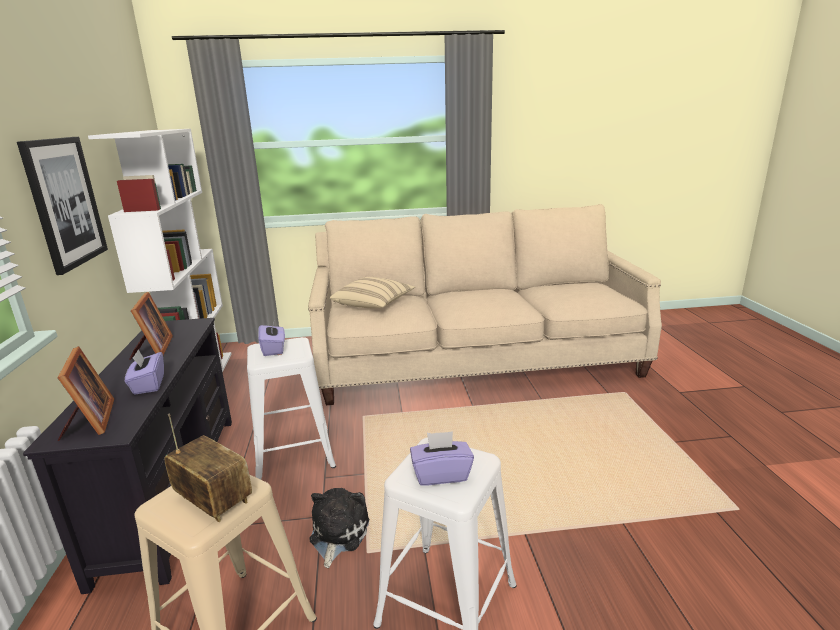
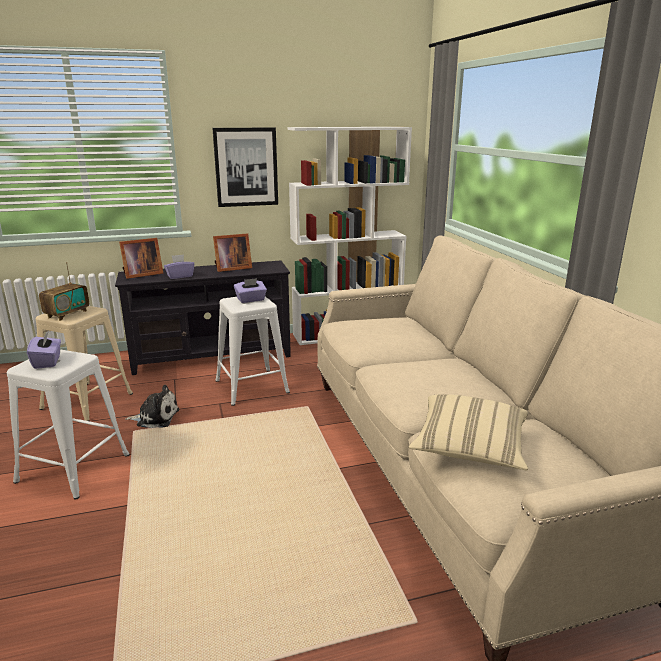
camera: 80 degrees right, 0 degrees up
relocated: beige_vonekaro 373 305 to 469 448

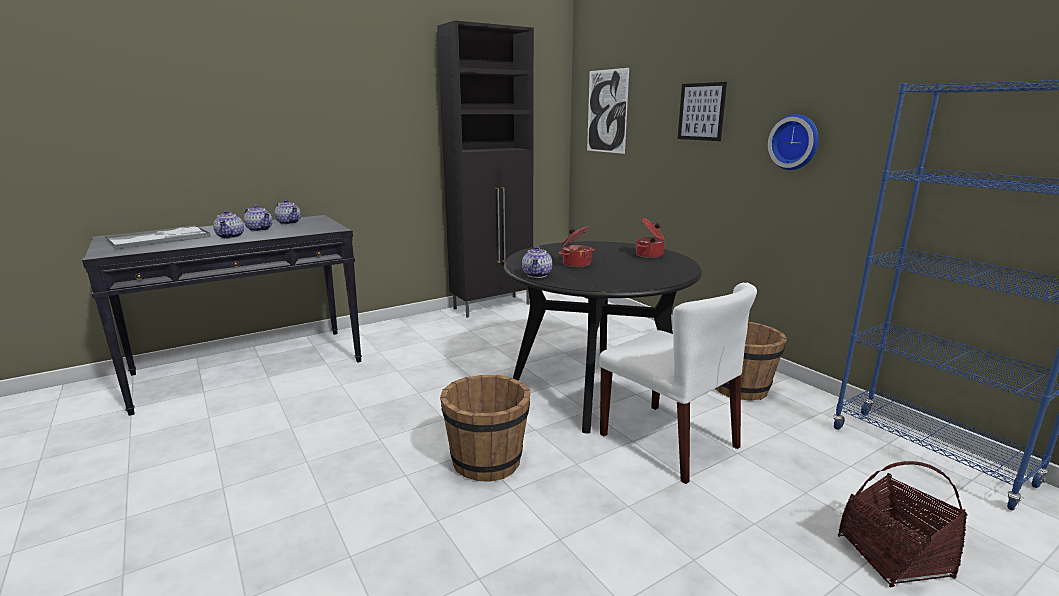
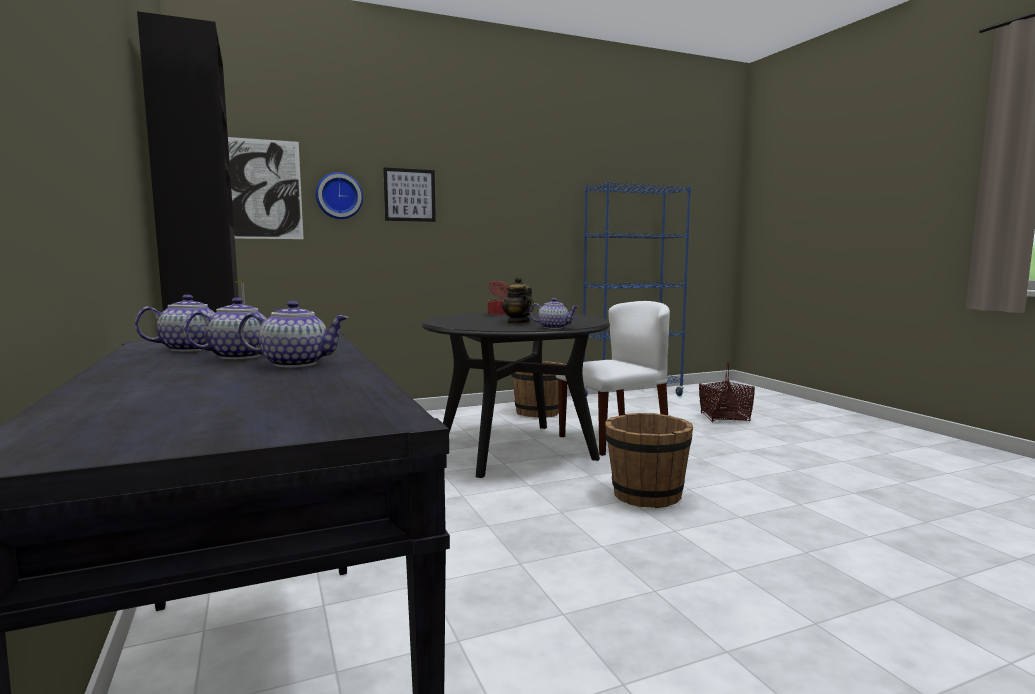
camera: 80 degrees left, 10 degrees down
missing: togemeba 160 238
relocated: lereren 795 142 to 339 196
exchanged: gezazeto 576 263 to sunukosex 518 322

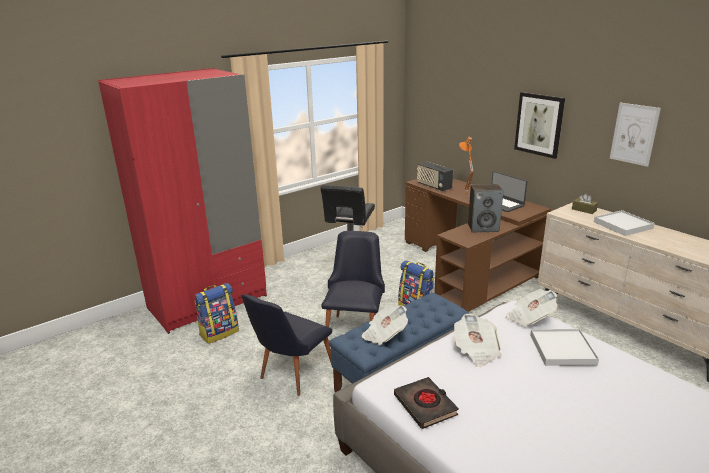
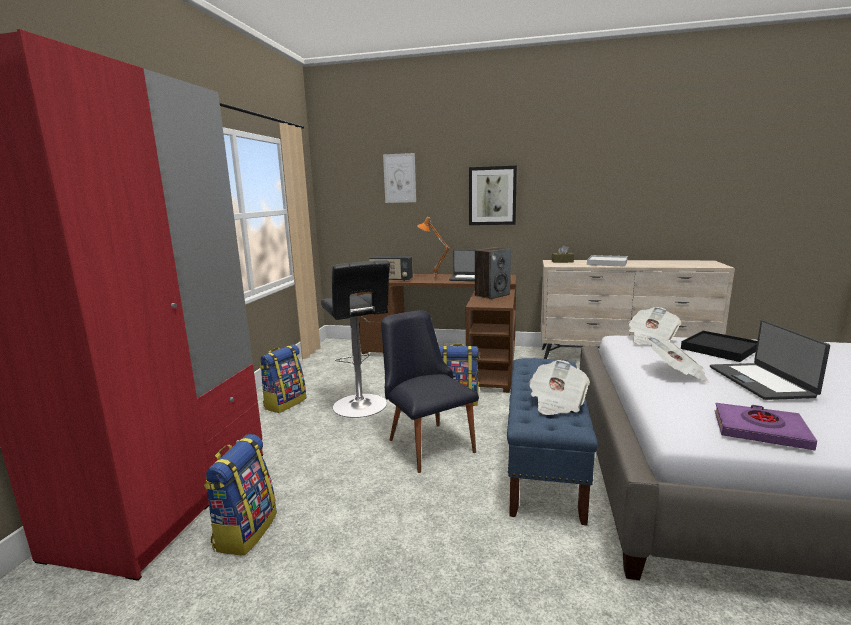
camera: 40 degrees left, 10 degrees down
missing: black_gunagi 291 375
appeared: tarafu 761 381; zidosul 285 403
relocated: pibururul 634 134 to 399 178
colour: white_togemeba 562 350 to black_togemeba 719 349; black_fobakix 425 405 to purple_fobakix 760 431

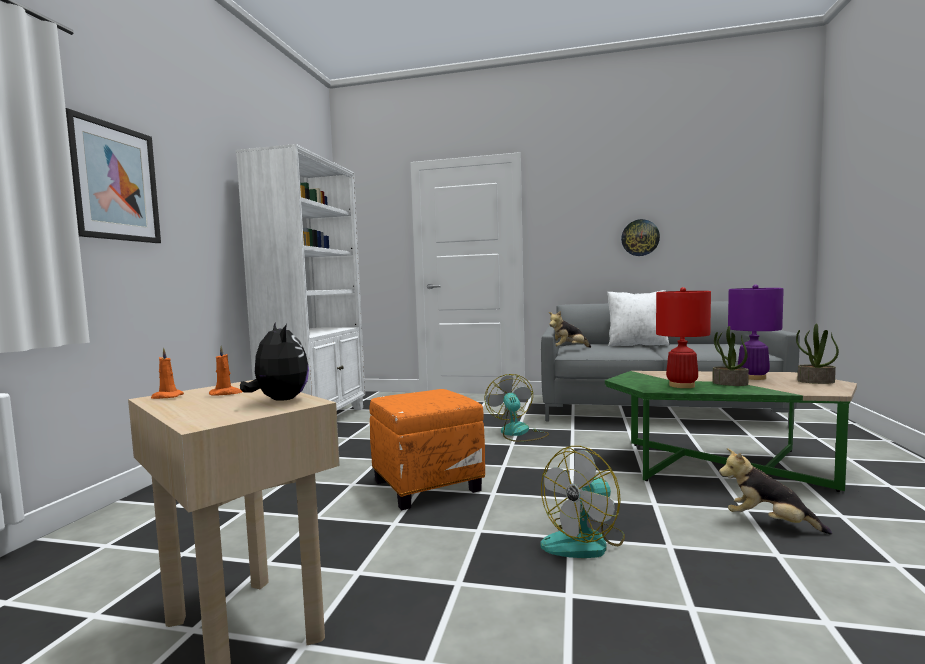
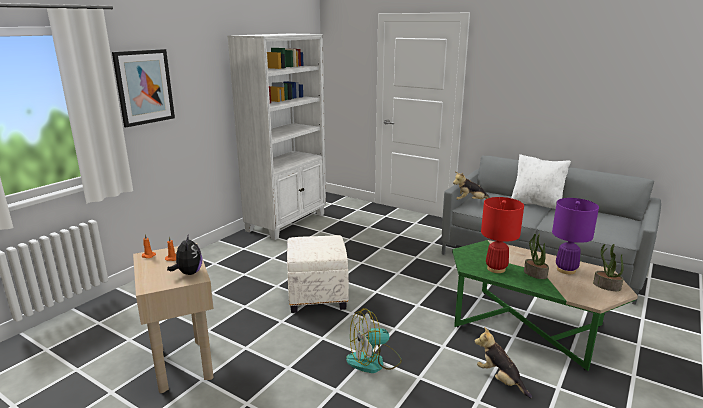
camera: 20 degrees right, 15 degrees up
missing: lereren 640 237; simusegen 518 433
colour: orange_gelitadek 427 485 to white_gelitadek 318 297

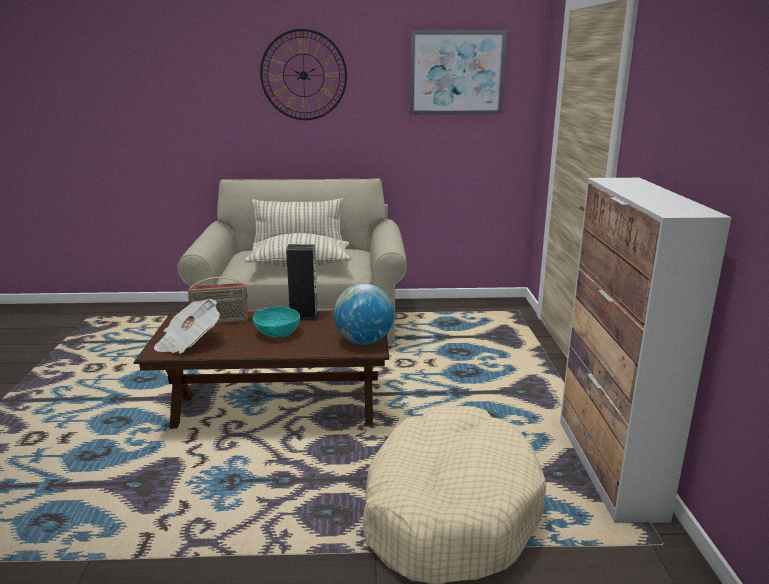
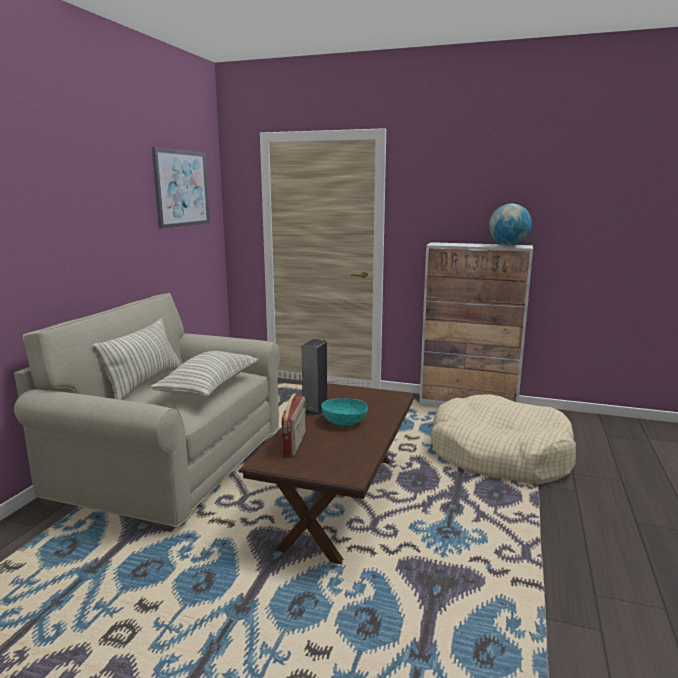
camera: 70 degrees left, 5 degrees down
missing: lereren 303 75; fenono 188 342
relocated: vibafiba 364 341 to 508 246

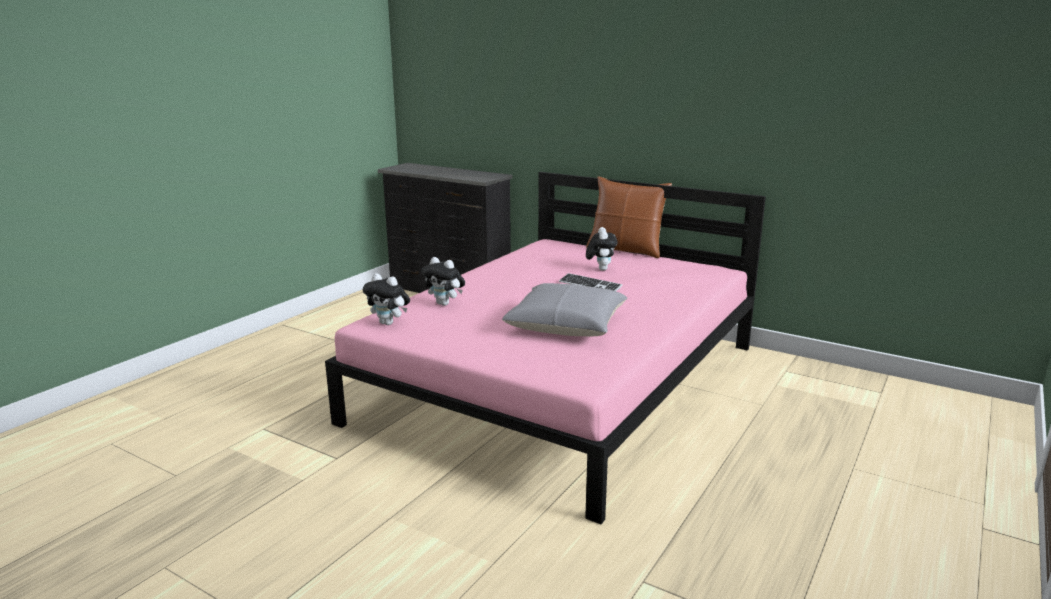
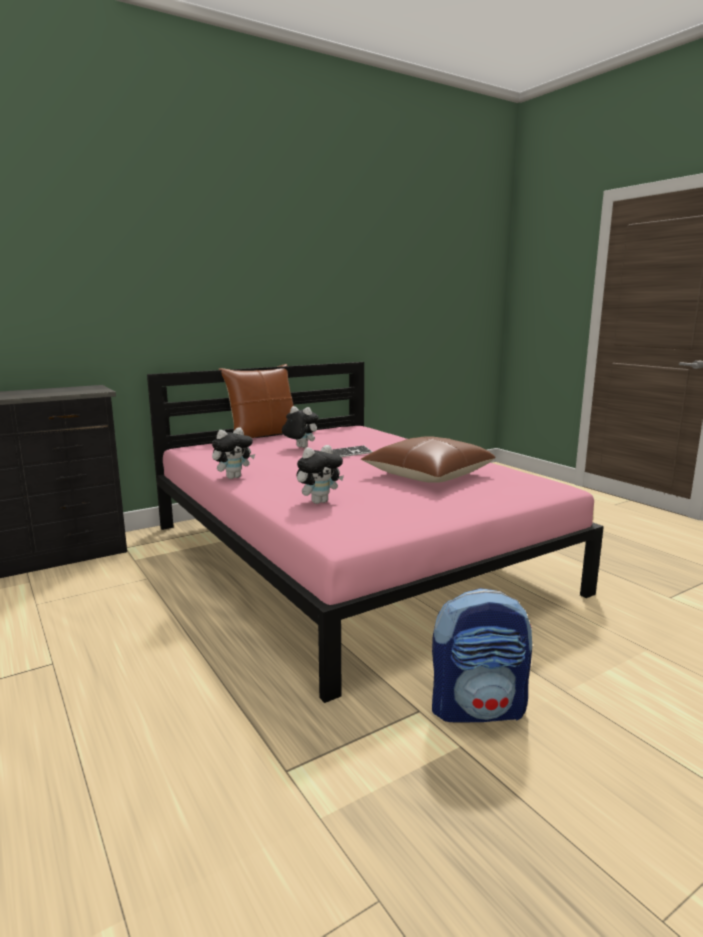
camera: 65 degrees left, 5 degrees down
appeared: zidosul 478 708
relocated: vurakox 389 323 to 233 477
colour: grey_vonekaro 566 325 to brown_vonekaro 428 475

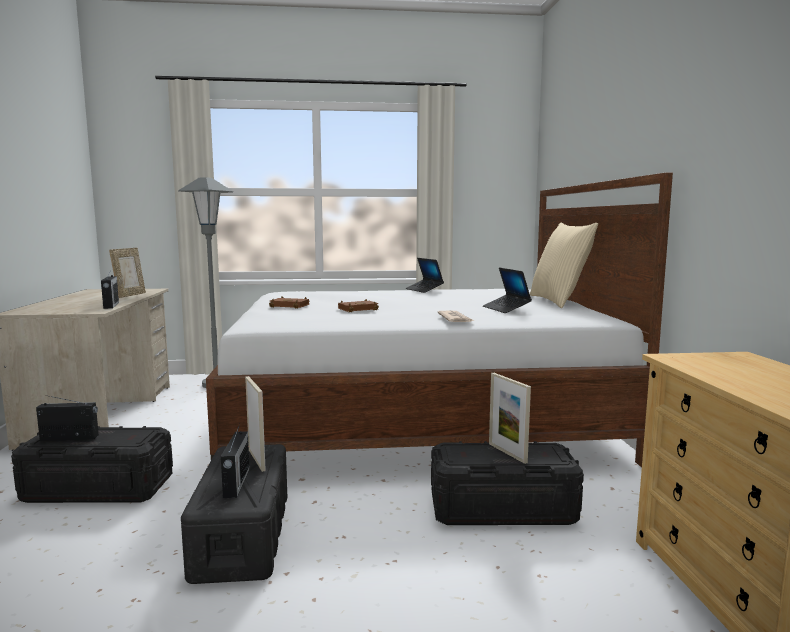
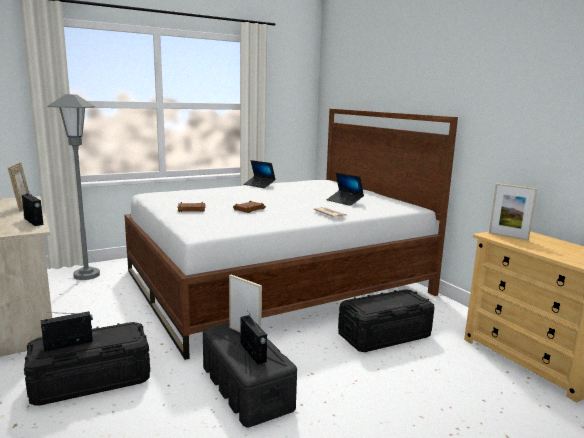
camera: 25 degrees left, 5 degrees up
missing: beige_vonekaro 559 301
relocated: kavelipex 507 453 to 508 236

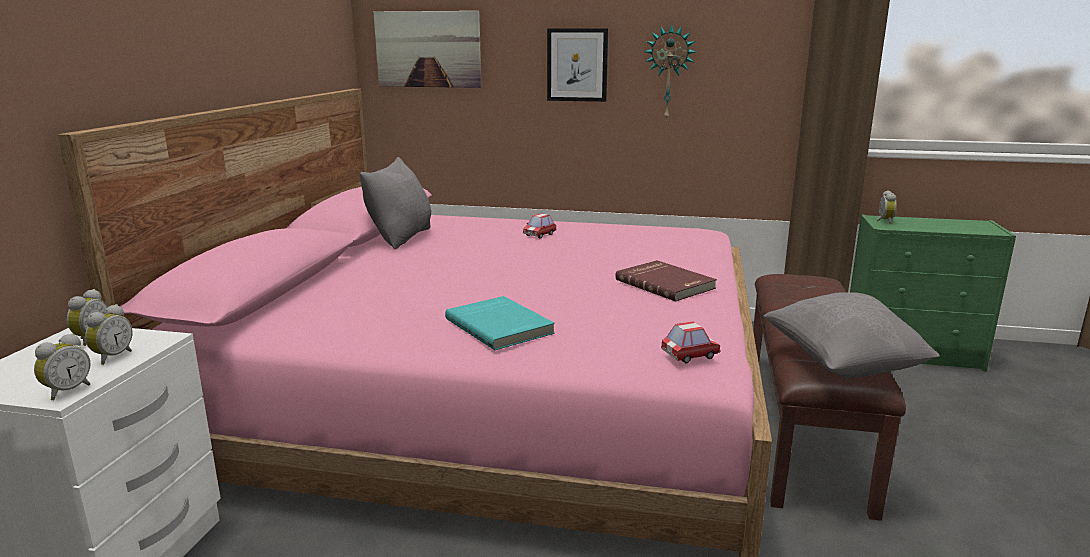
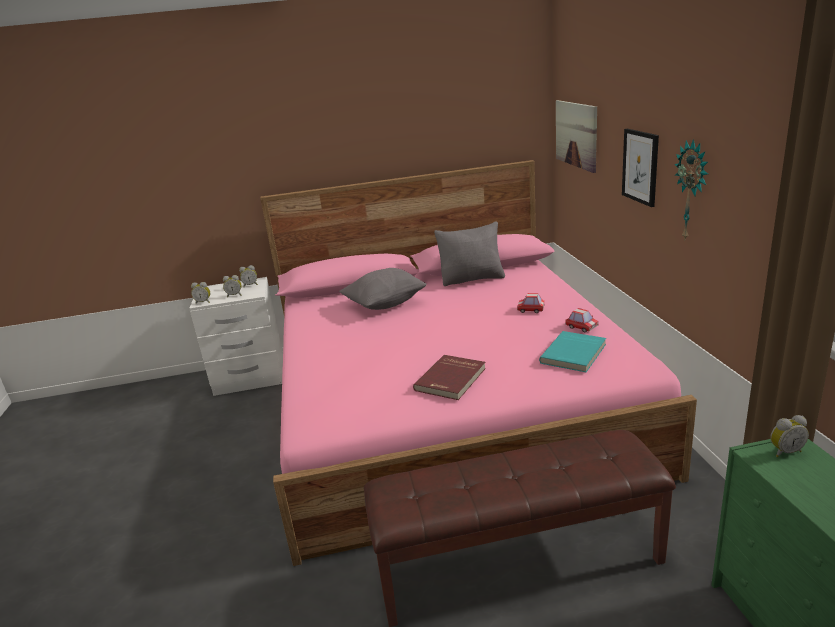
camera: 70 degrees right, 5 degrees up
relocated: grey_vonekaro 842 364 to 385 304; turquoise_fobakix 500 326 to 574 354; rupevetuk 690 355 to 581 327

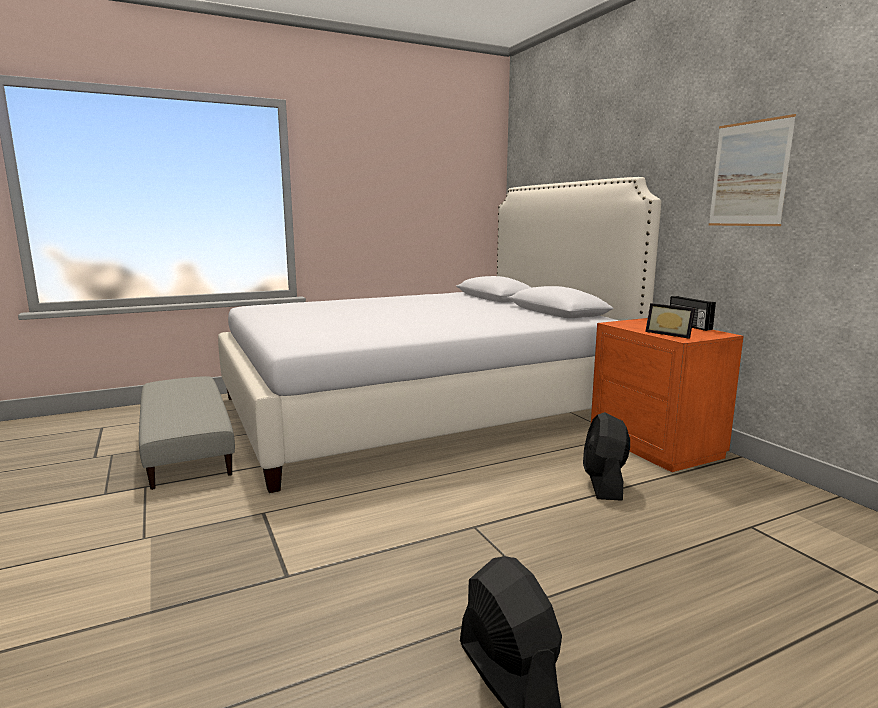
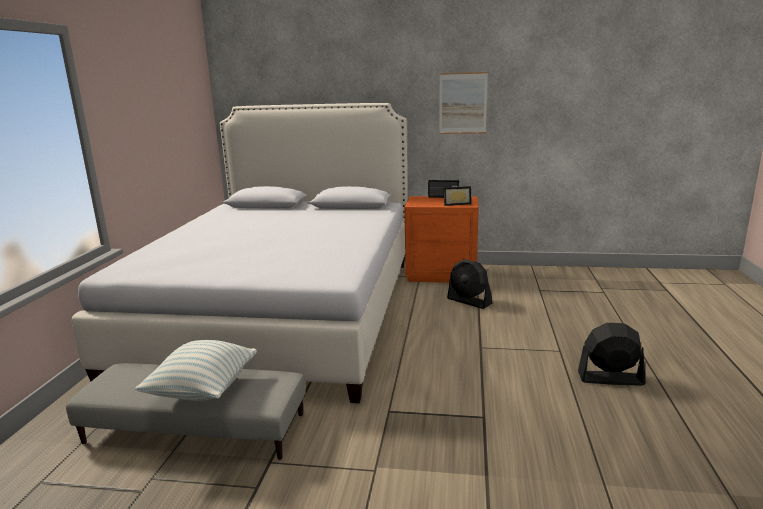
camera: 55 degrees left, 5 degrees up
appeared: vonekaro 203 390

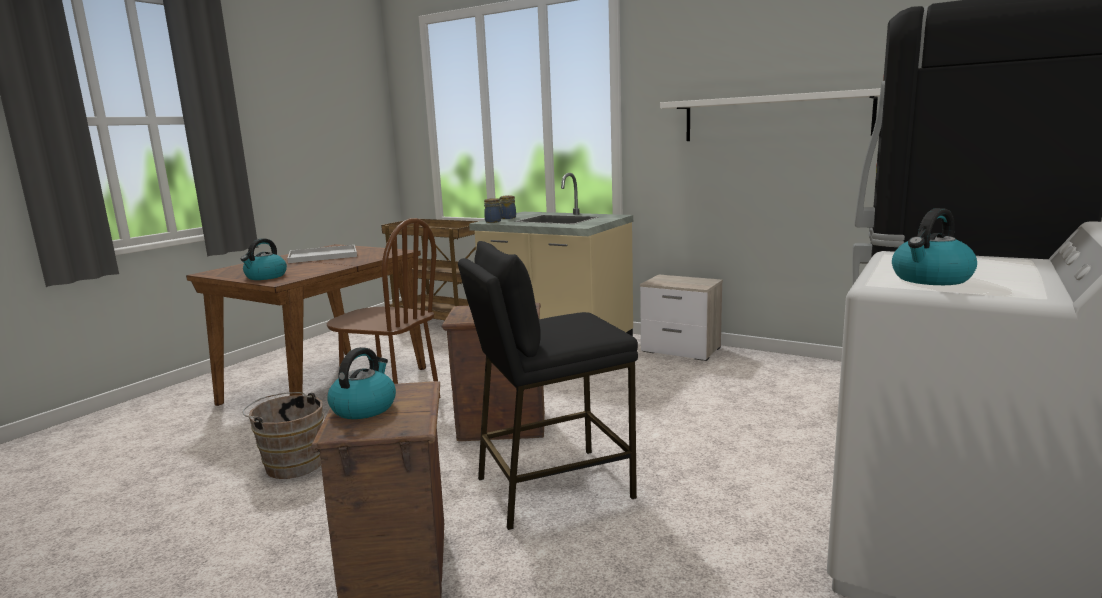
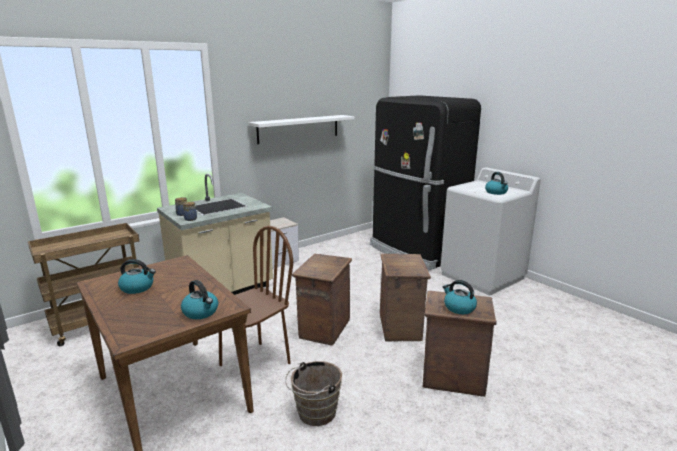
camera: 70 degrees left, 5 degrees up
exchanged: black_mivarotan 552 486 to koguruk 400 327; white_togemeba 324 255 to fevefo 138 287

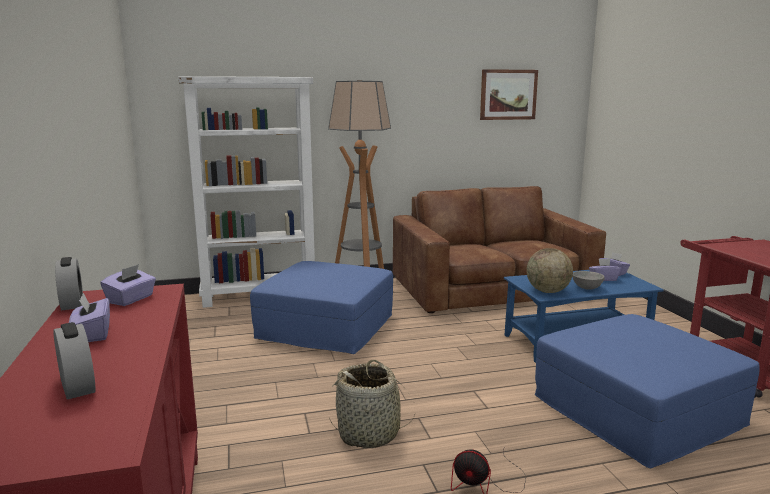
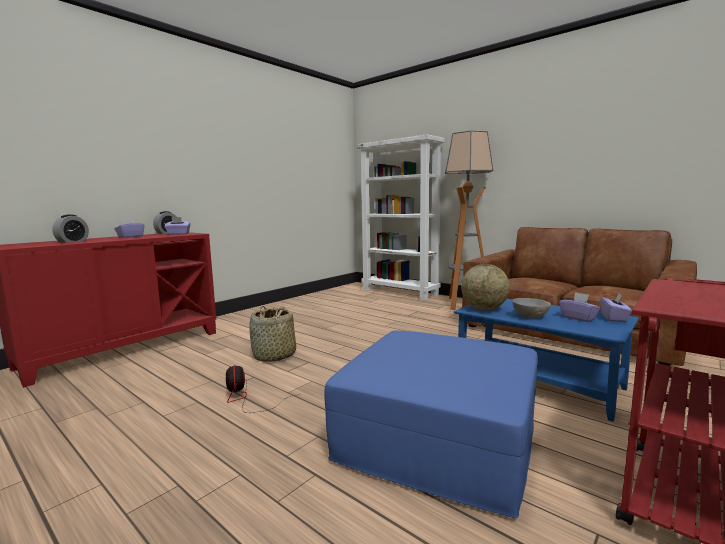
camera: 55 degrees right, 5 degrees down
missing: pibururul 508 94; blue_gelitadek 325 326

